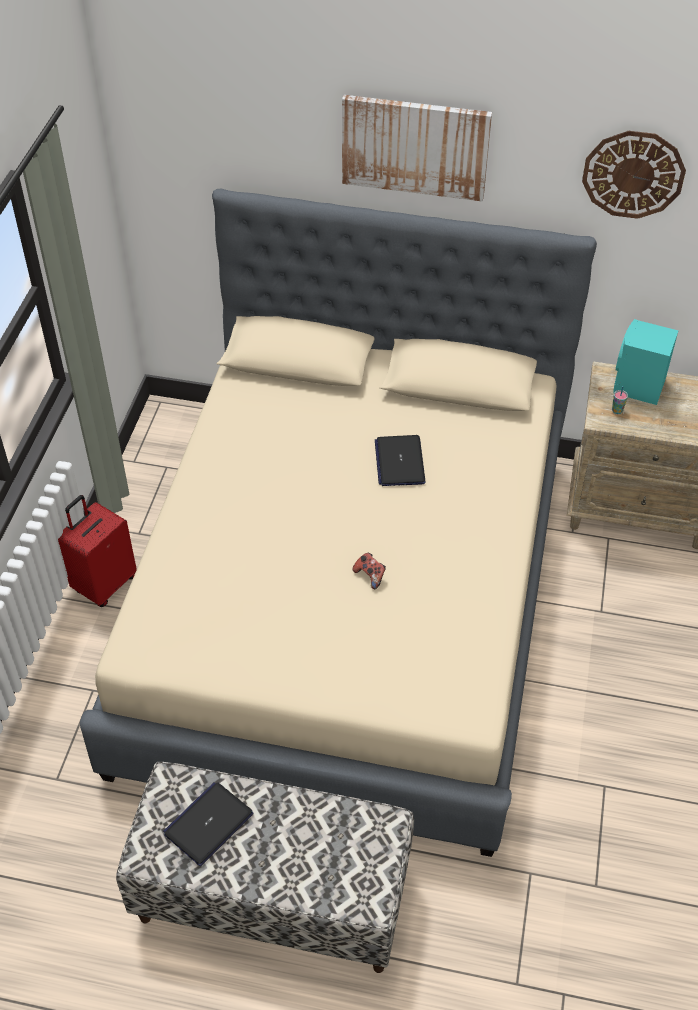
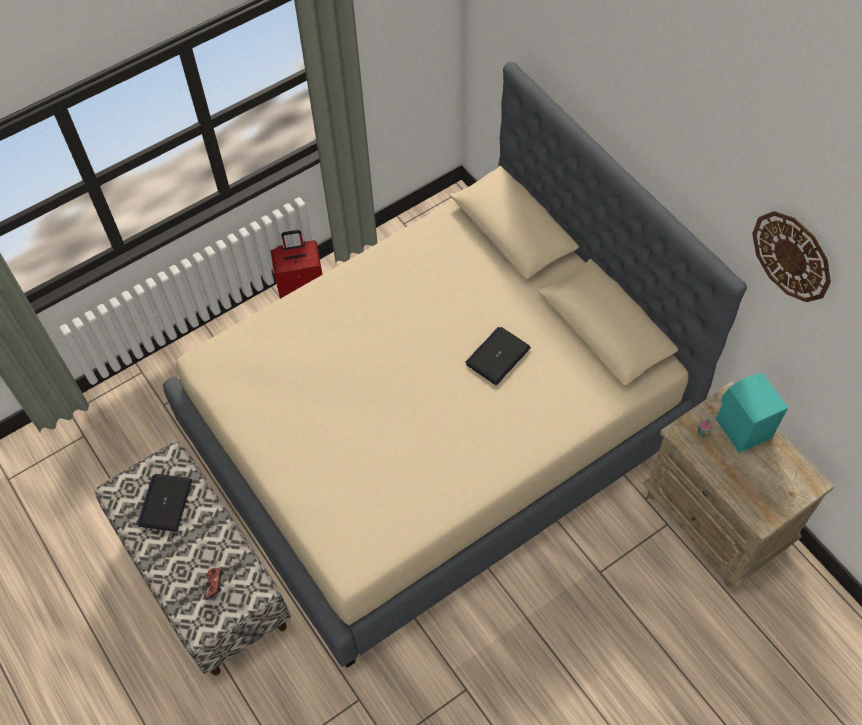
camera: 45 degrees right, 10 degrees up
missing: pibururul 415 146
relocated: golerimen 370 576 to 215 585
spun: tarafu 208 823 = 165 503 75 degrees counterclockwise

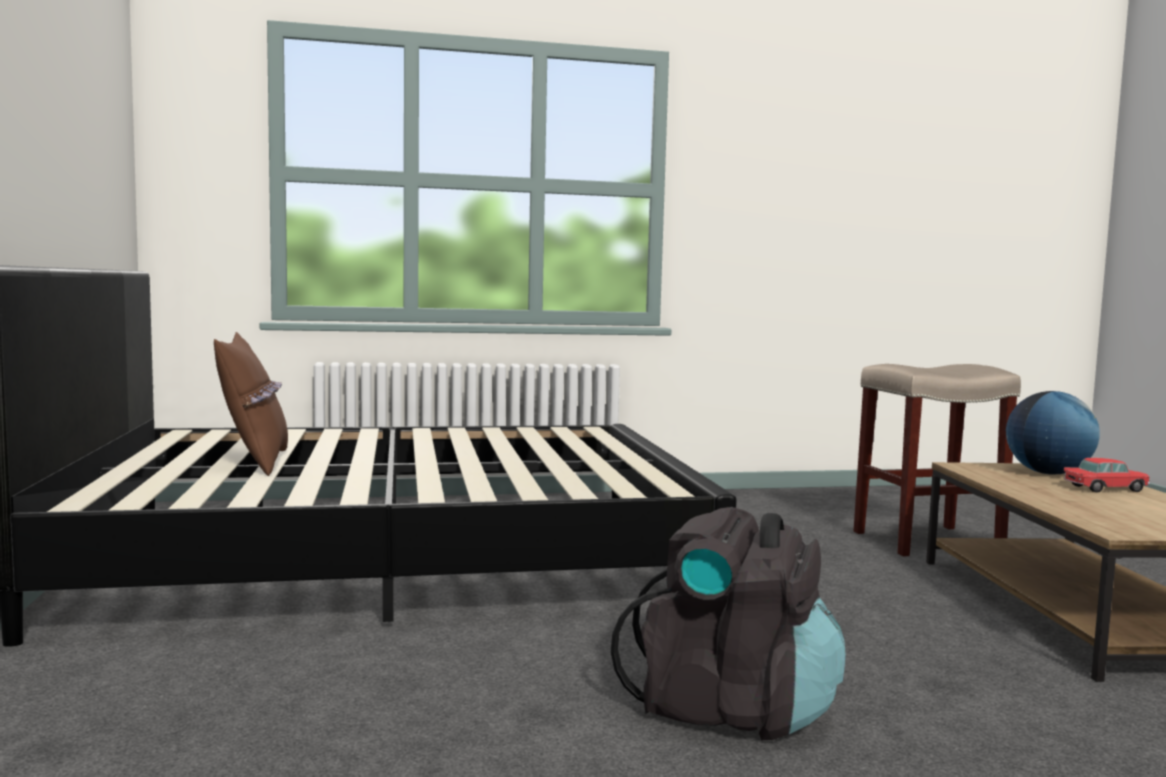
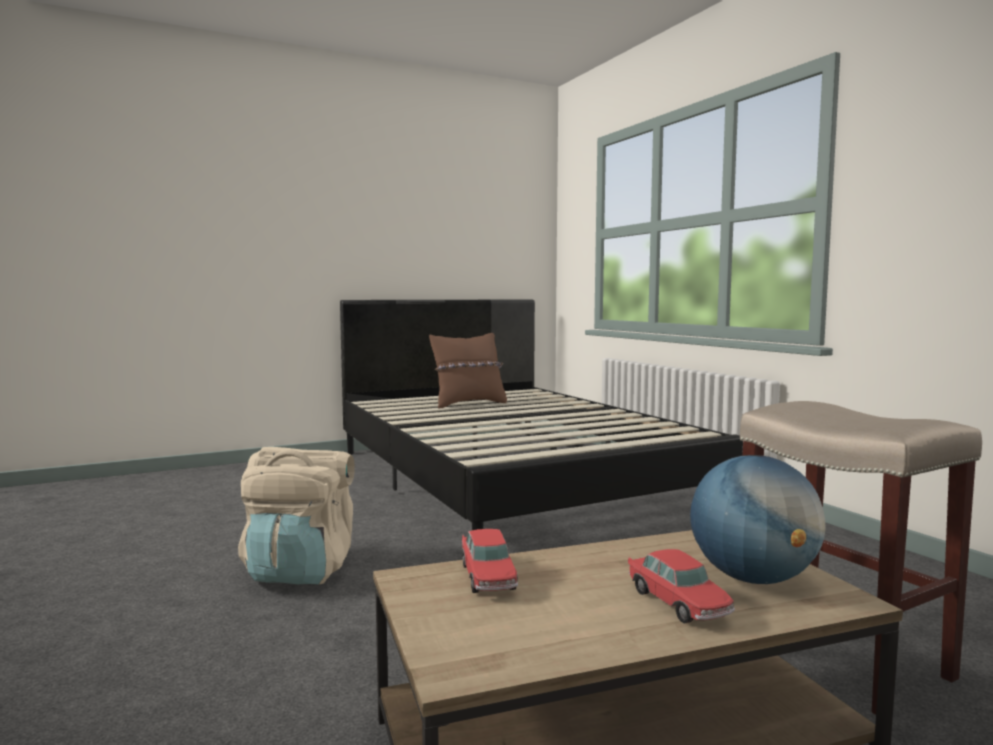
camera: 75 degrees right, 0 degrees up
appeared: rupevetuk 488 577
colour: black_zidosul 730 708 to beige_zidosul 301 570

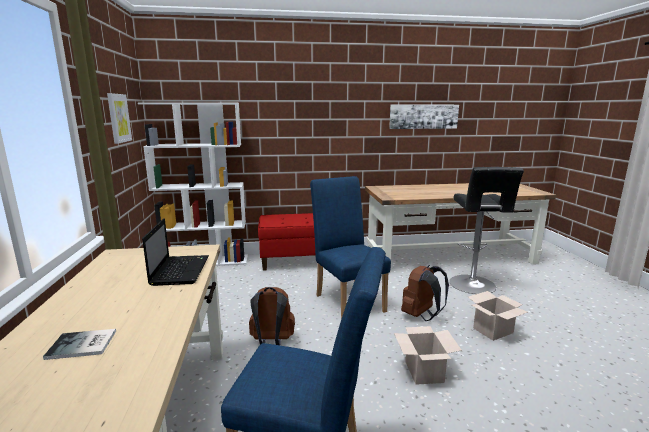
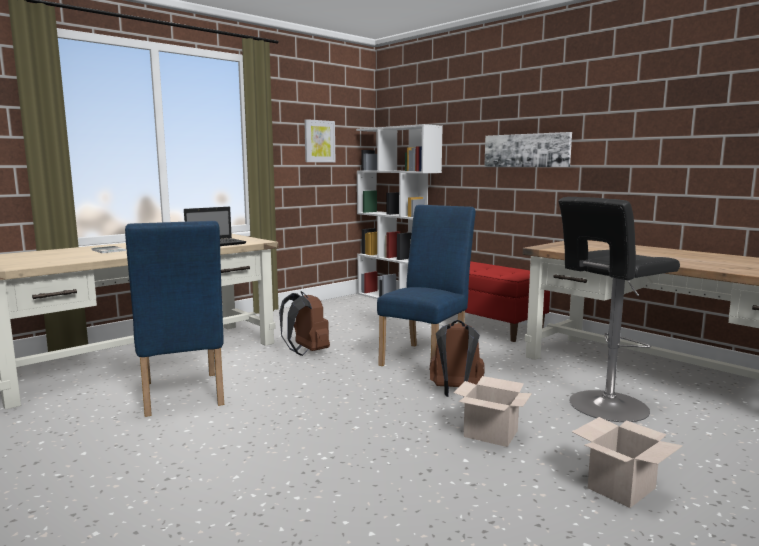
camera: 55 degrees right, 5 degrees down
relocated: pibururul 423 116 to 526 150; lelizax 423 371 to 621 487

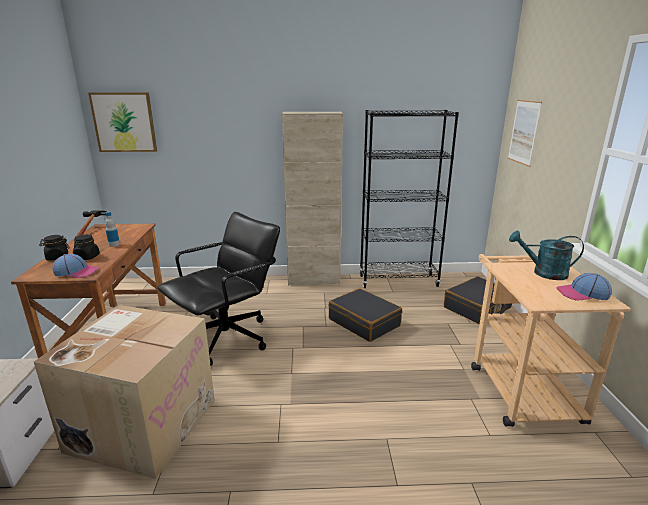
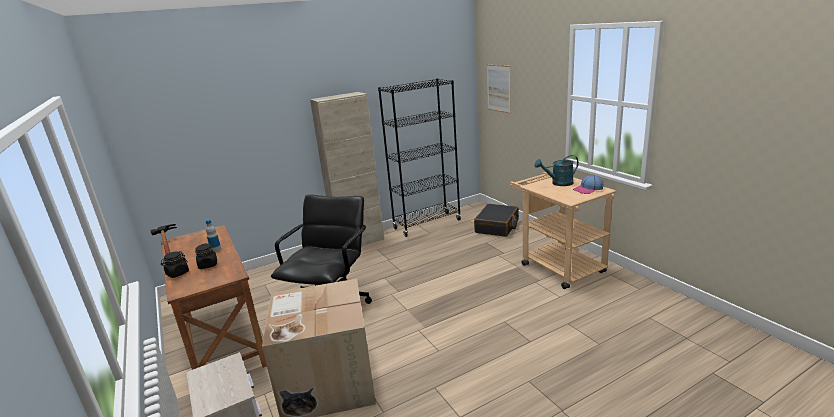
camera: 25 degrees left, 0 degrees up
missing: pibururul 124 122; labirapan 76 272; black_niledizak 364 322

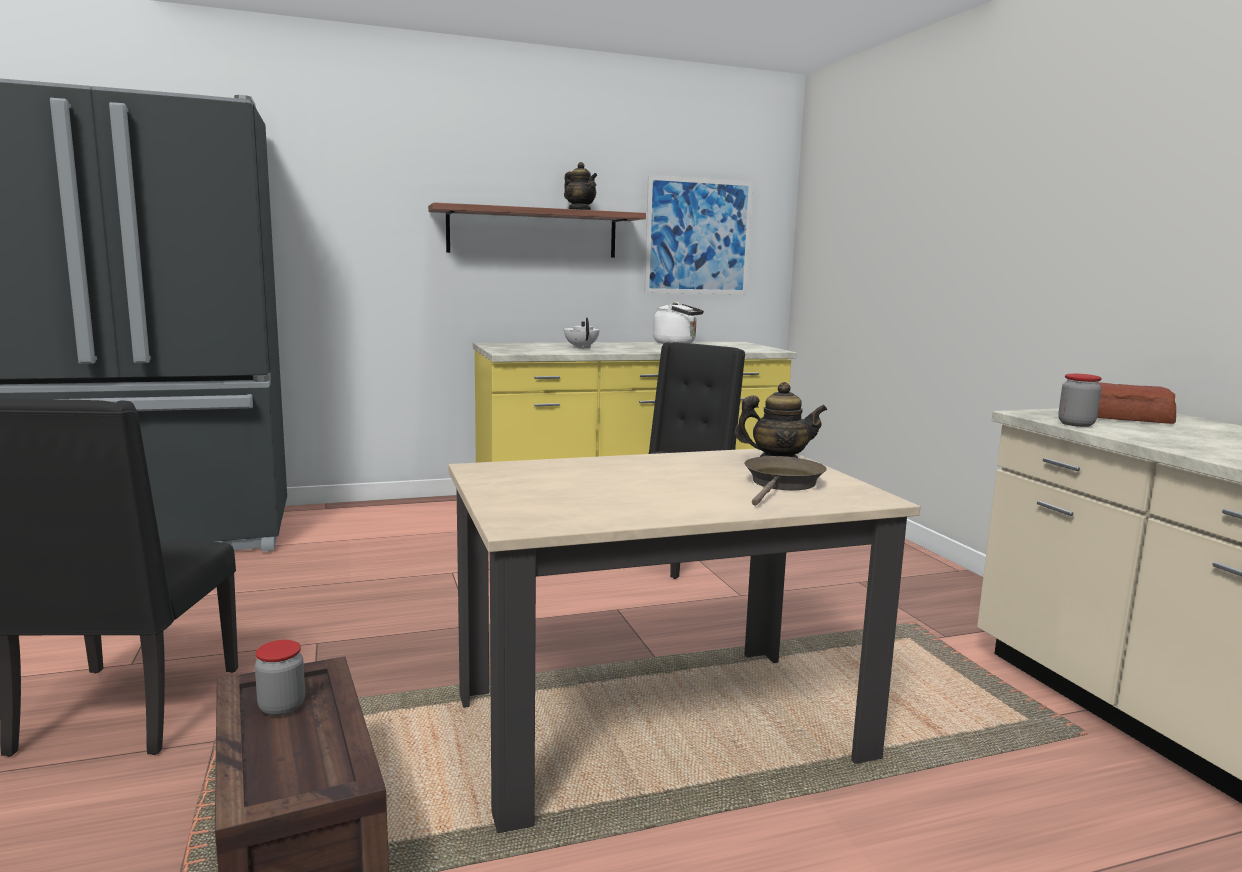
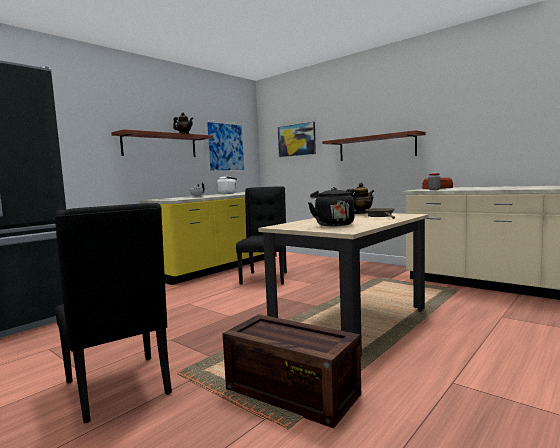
camera: 30 degrees left, 5 degrees down
missing: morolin 282 707
appeared: pibururul 296 140; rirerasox 376 148; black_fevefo 333 224

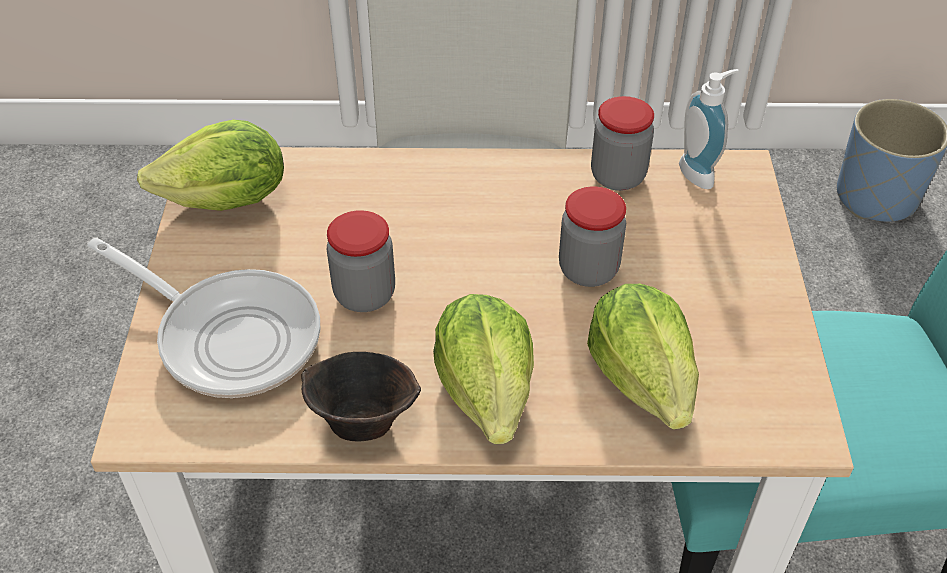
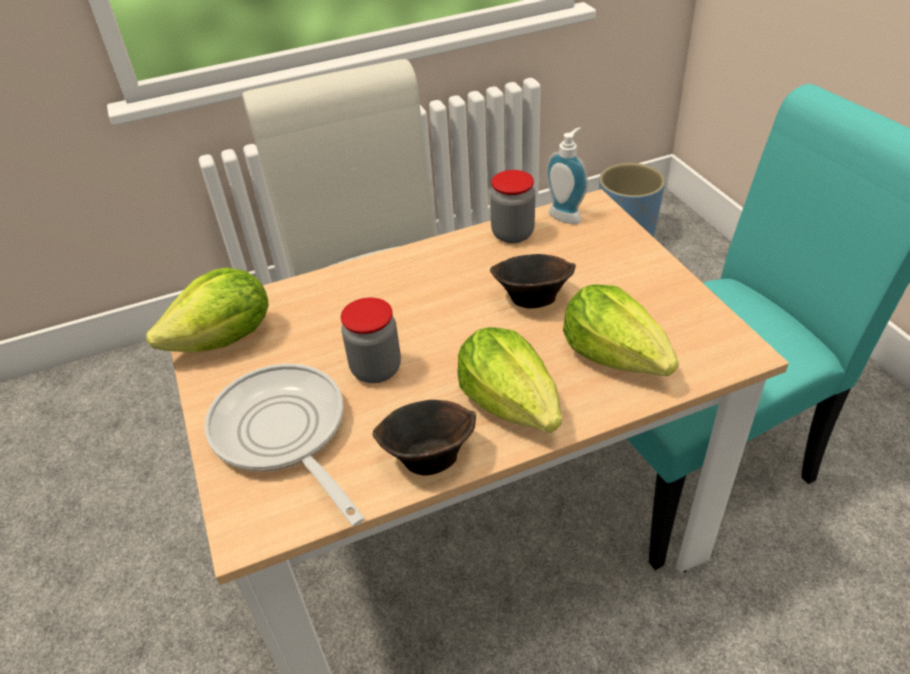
camera: 20 degrees left, 5 degrees down
exchanged: morolin 588 270 to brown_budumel 531 299
spun: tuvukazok 230 335 = 284 435 135 degrees counterclockwise

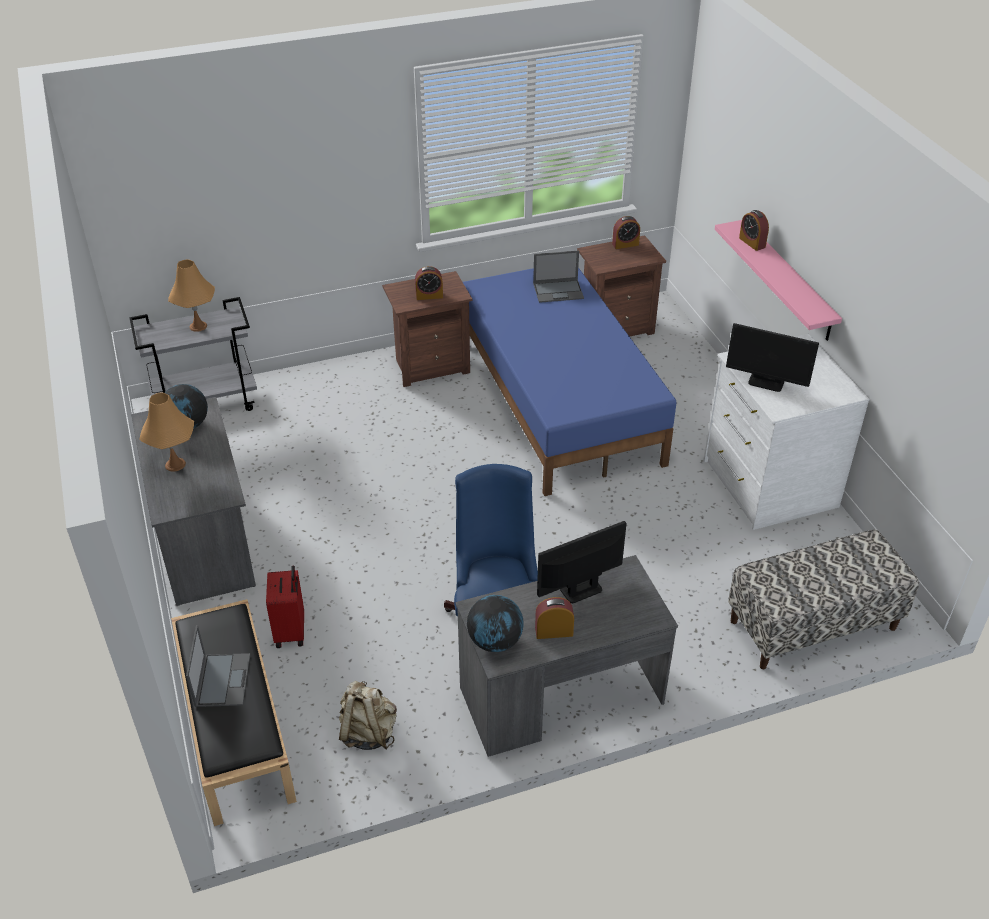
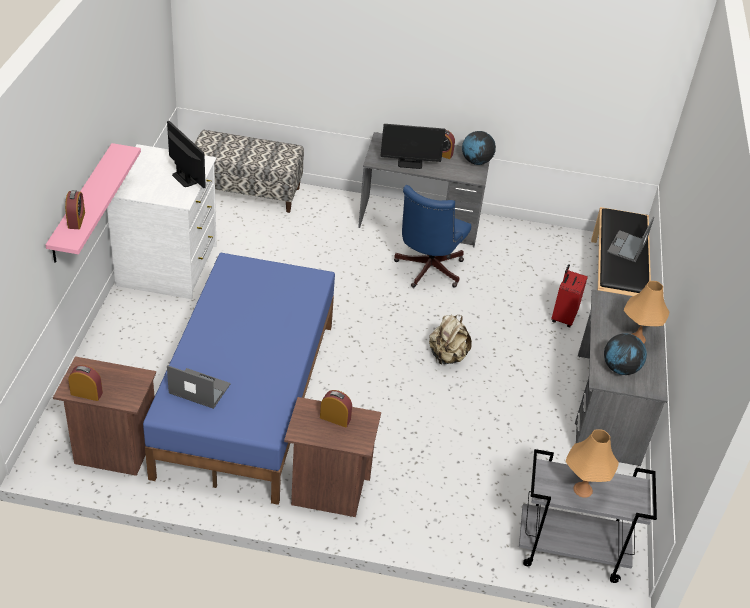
camera: 155 degrees left, 0 degrees up
relocated: beige_zidosul 368 732 to 447 356

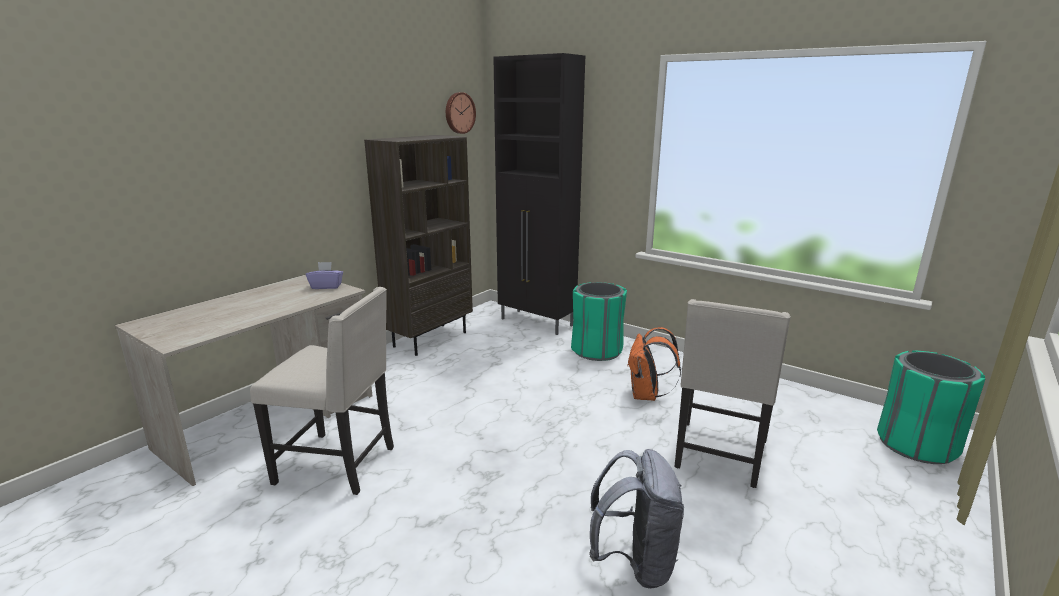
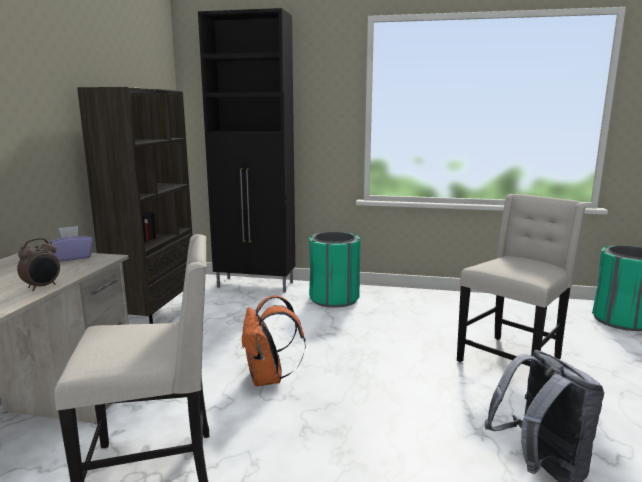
camera: 25 degrees left, 5 degrees down
missing: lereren 459 113
appeared: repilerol 42 287
relocated: orange_zidosul 647 395 to 268 379
spun: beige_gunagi 719 455 = 511 359 135 degrees counterclockwise

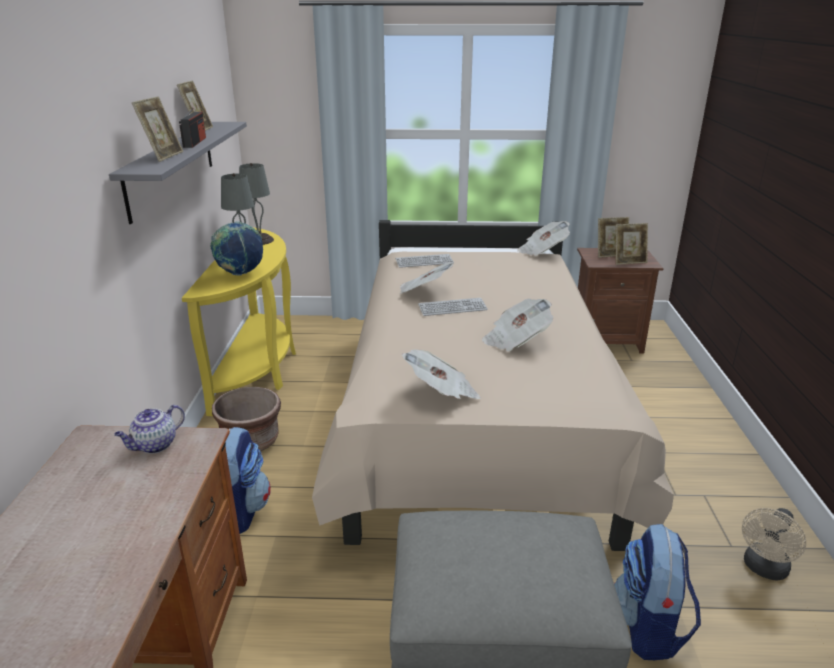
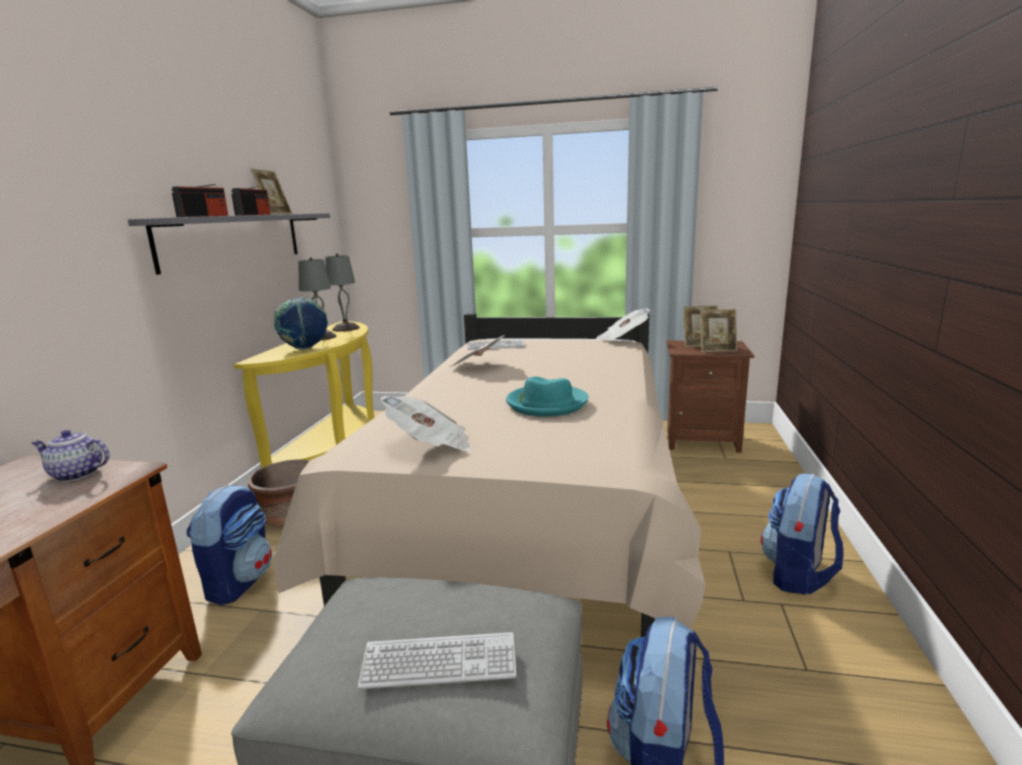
camera: 10 degrees right, 10 degrees down
missing: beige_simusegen 764 569
appeared: zidosul 798 575
relocated: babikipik 452 308 to 439 663
exchanged: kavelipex 163 156 to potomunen 203 216; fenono 515 340 to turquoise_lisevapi 546 404
spun: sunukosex 154 445 = 75 474 45 degrees clockwise

